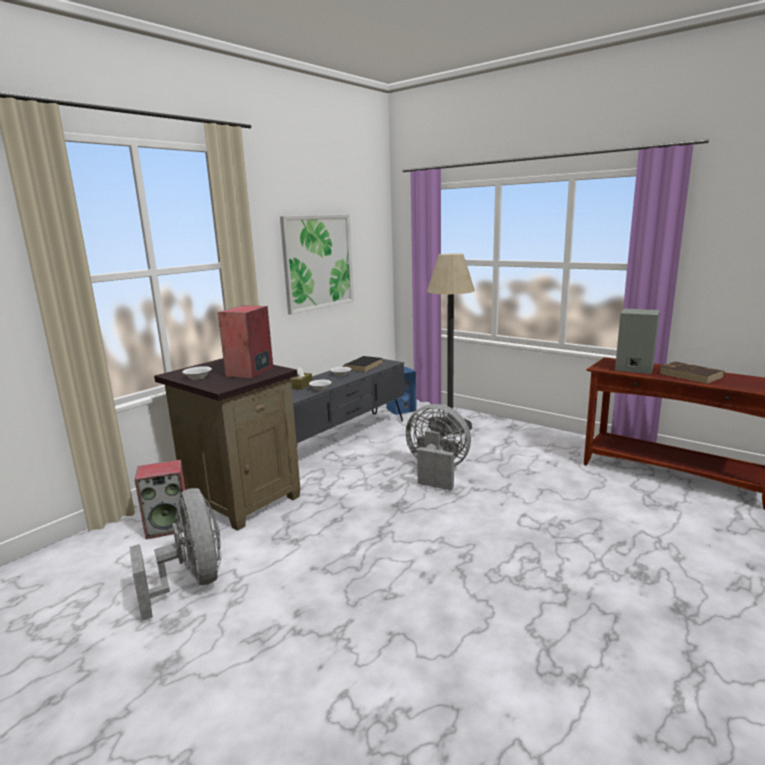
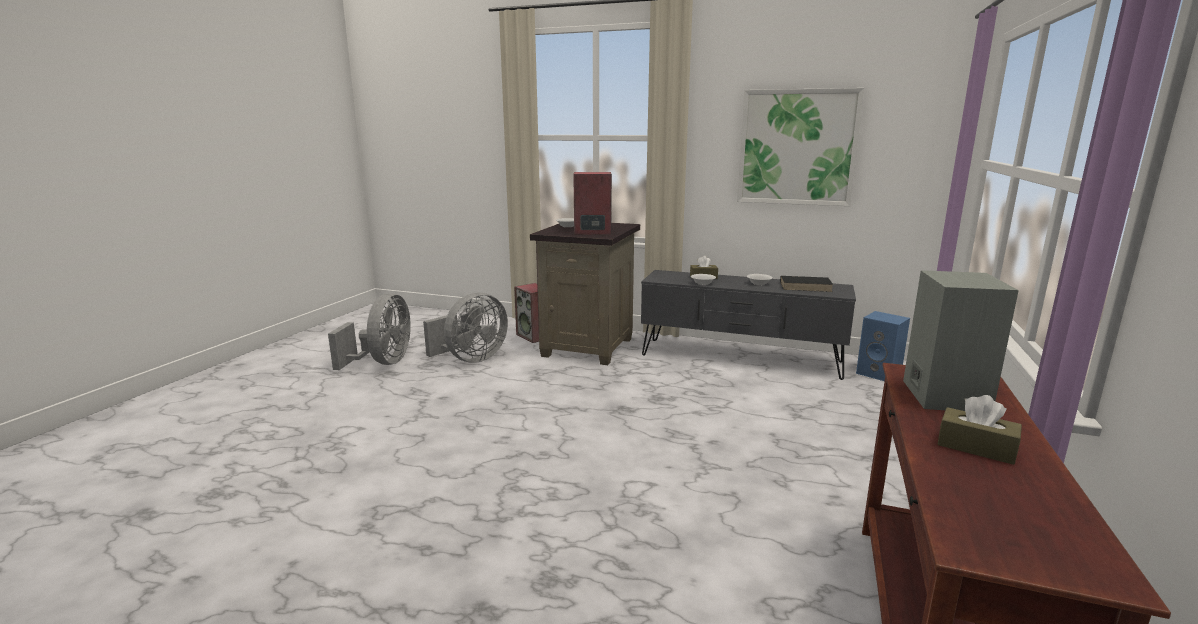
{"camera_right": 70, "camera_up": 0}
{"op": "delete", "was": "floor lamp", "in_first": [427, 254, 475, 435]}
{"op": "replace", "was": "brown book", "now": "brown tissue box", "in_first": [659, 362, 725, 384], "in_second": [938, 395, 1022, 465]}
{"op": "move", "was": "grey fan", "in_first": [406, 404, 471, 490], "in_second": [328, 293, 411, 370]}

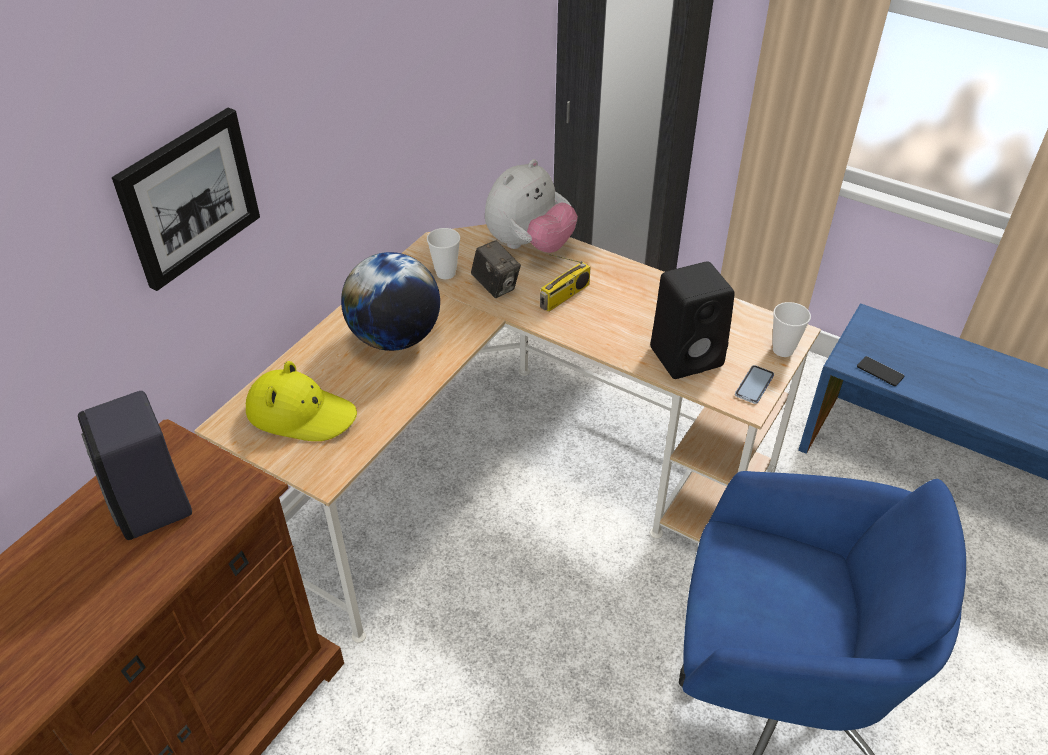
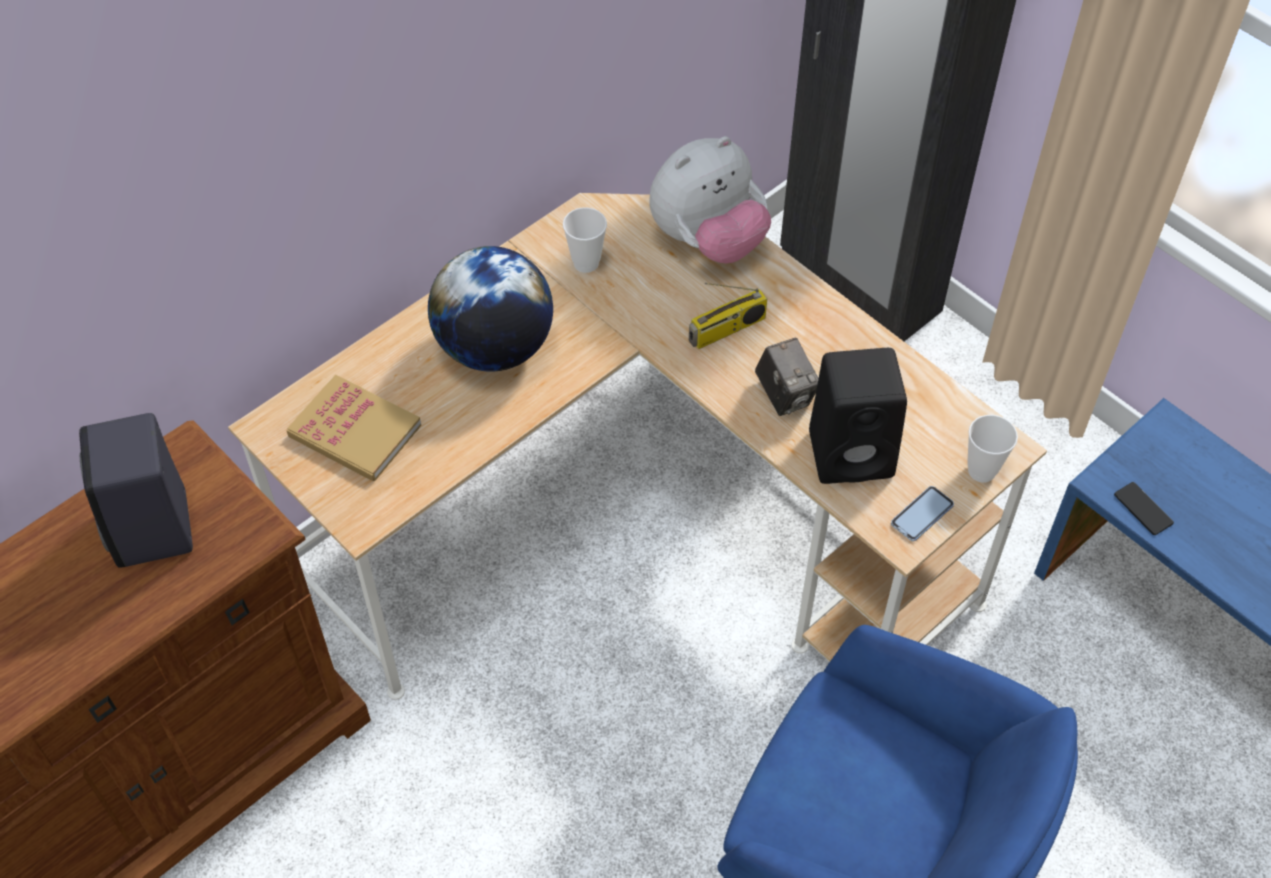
{"camera_right": 15, "camera_up": 10}
{"op": "delete", "was": "picture", "in_first": [112, 108, 260, 291]}
{"op": "move", "was": "photo camera", "in_first": [471, 240, 521, 298], "in_second": [755, 338, 819, 416]}
{"op": "replace", "was": "yellow hat", "now": "book", "in_first": [246, 361, 357, 441], "in_second": [286, 374, 421, 482]}

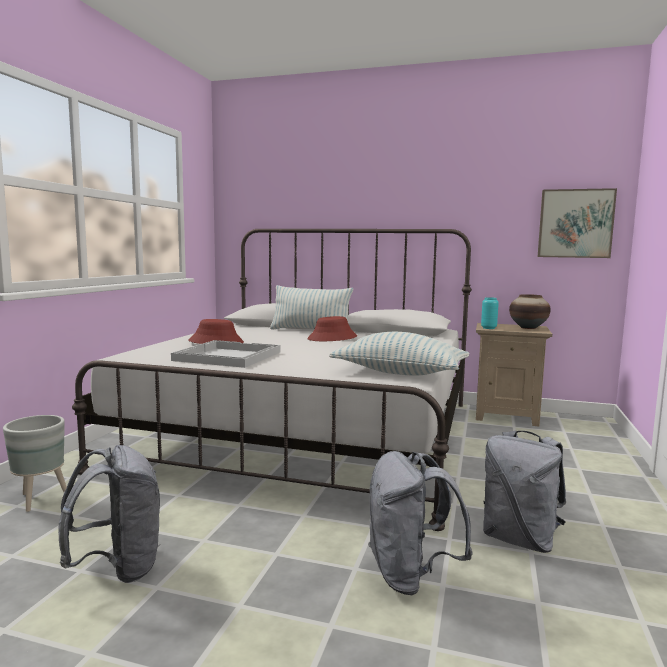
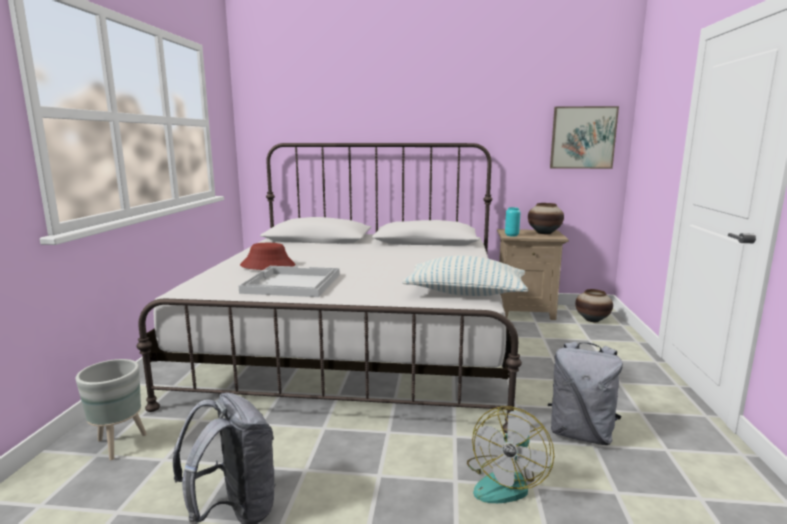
{"camera_right": -10, "camera_up": 5}
{"op": "delete", "was": "pillow", "in_first": [270, 285, 353, 329]}
{"op": "delete", "was": "red hat", "in_first": [308, 316, 357, 341]}
{"op": "replace", "was": "grey backpack", "now": "fan", "in_first": [368, 451, 473, 595], "in_second": [467, 406, 554, 503]}
{"op": "insert", "now": "vase", "in_second": [575, 289, 613, 322]}

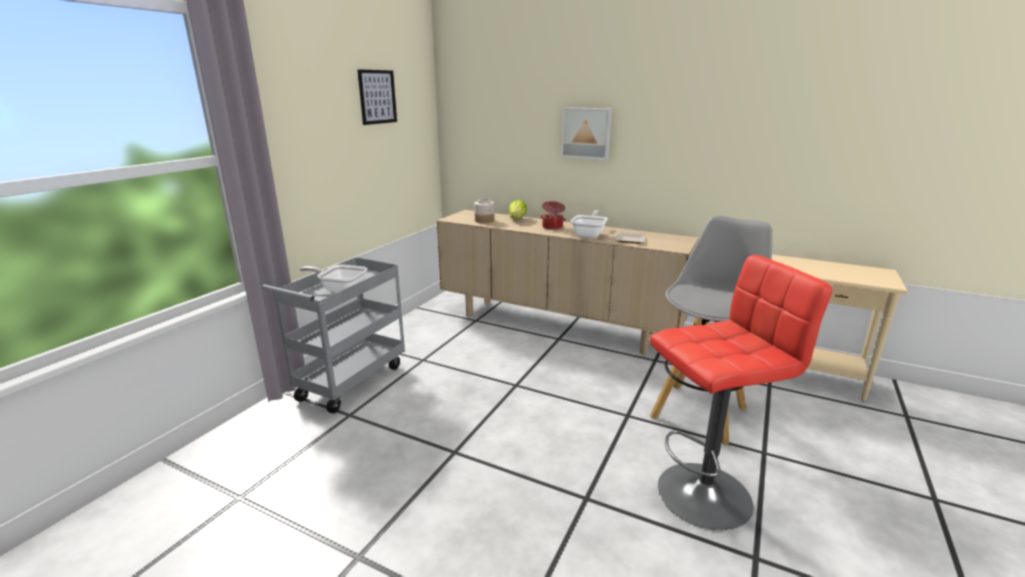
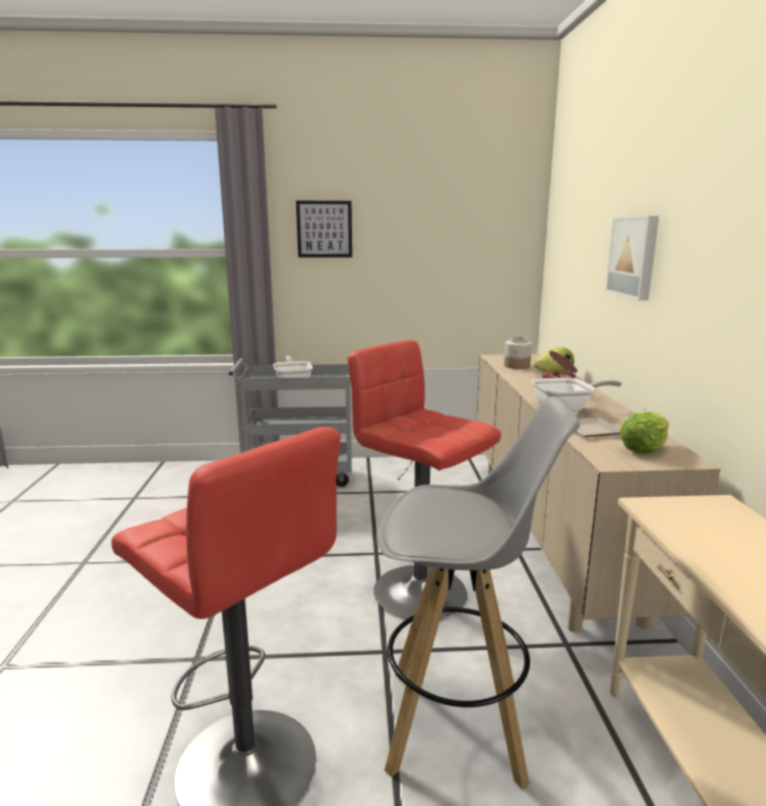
{"camera_right": 60, "camera_up": -5}
{"op": "move", "was": "picture", "in_first": [357, 69, 397, 125], "in_second": [296, 201, 352, 258]}
{"op": "insert", "now": "red stool", "in_second": [348, 340, 501, 619]}
{"op": "insert", "now": "lettuce", "in_second": [620, 412, 669, 454]}

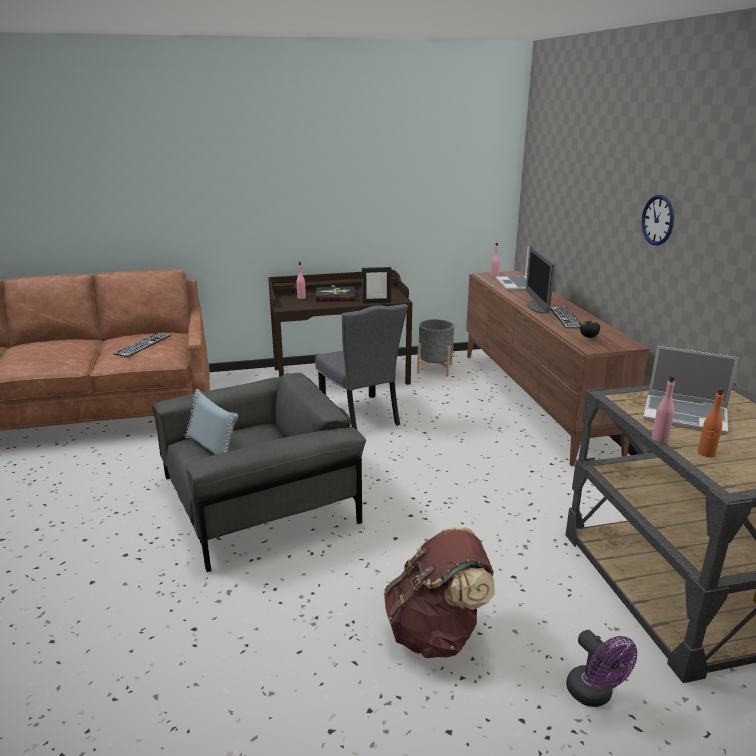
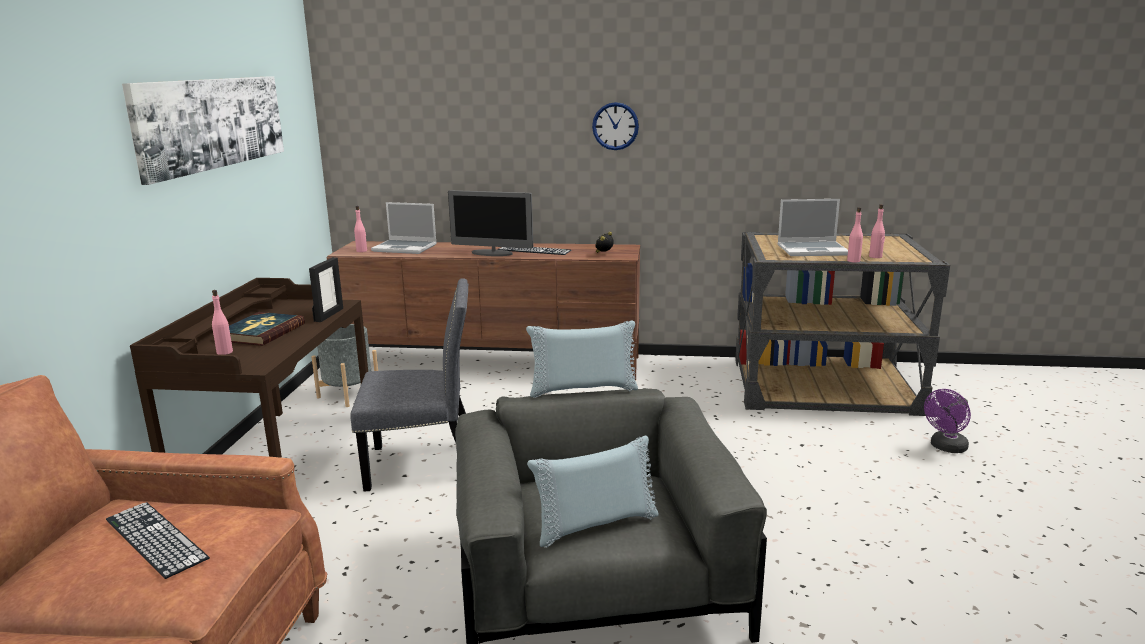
{"camera_right": -70, "camera_up": -5}
{"op": "rotate", "was": "laptop", "in_first": [643, 346, 739, 435], "in_second": [777, 199, 848, 256], "clockwise": 45}
{"op": "recolor", "was": "orange bottle", "now": "pink bottle", "in_first": [698, 388, 724, 457], "in_second": [869, 204, 885, 258]}
{"op": "delete", "was": "brown backpack", "in_first": [384, 527, 495, 658]}
{"op": "rotate", "was": "purple fan", "in_first": [566, 630, 637, 707], "in_second": [924, 389, 971, 453], "clockwise": 150}
{"op": "insert", "now": "picture", "in_second": [122, 76, 284, 185]}
{"op": "insert", "now": "blue pillow", "in_second": [526, 321, 638, 398]}

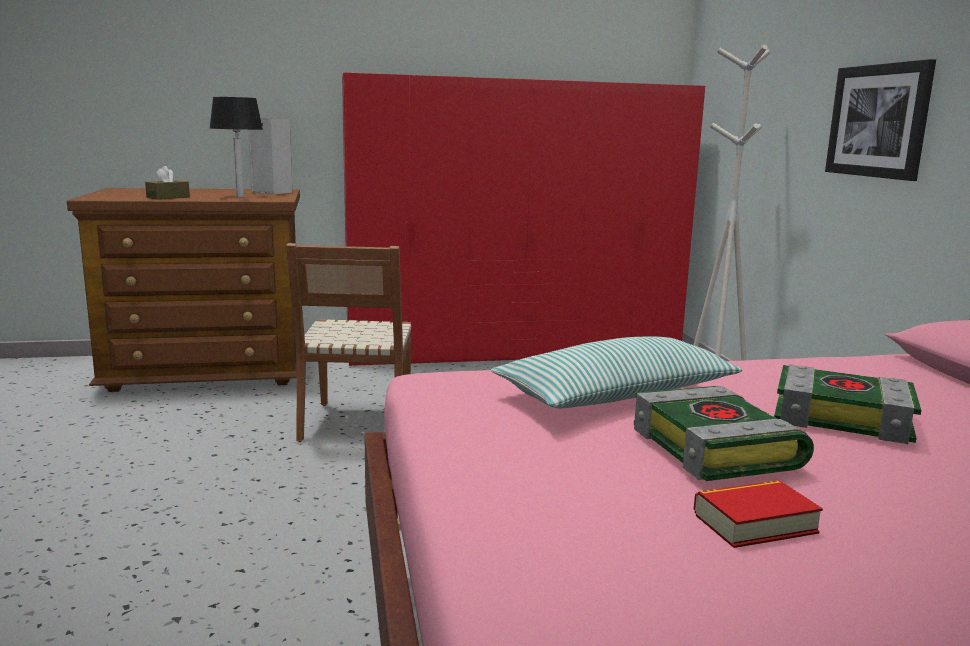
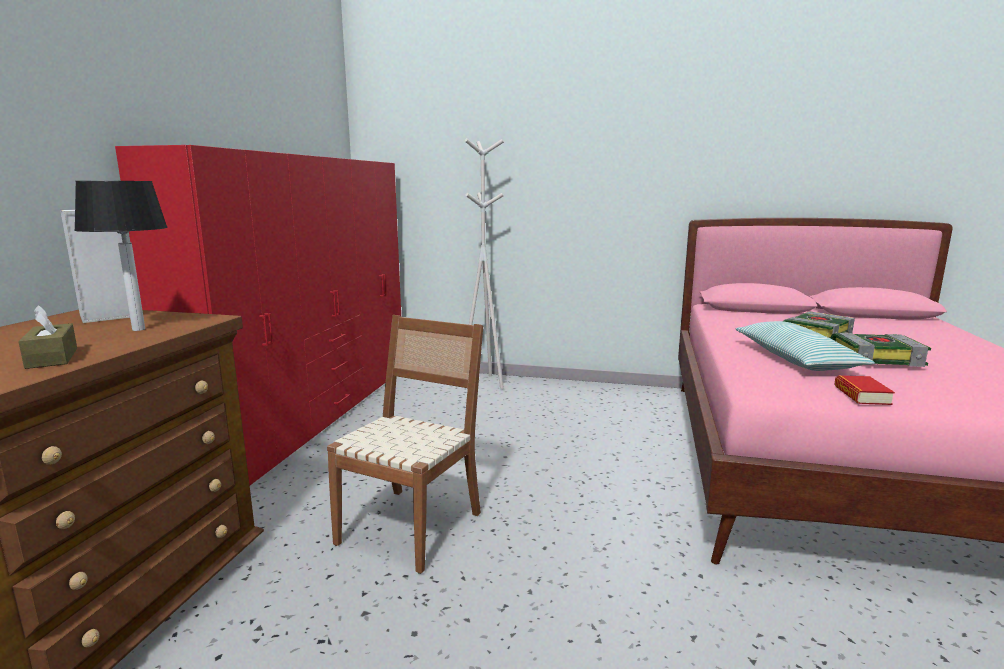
{"camera_right": -65, "camera_up": 0}
{"op": "delete", "was": "picture", "in_first": [825, 59, 936, 181]}
{"op": "rotate", "was": "chair", "in_first": [286, 243, 411, 442], "in_second": [327, 315, 483, 574], "clockwise": -90}
{"op": "move", "was": "book", "in_first": [694, 480, 823, 548], "in_second": [834, 375, 895, 405]}

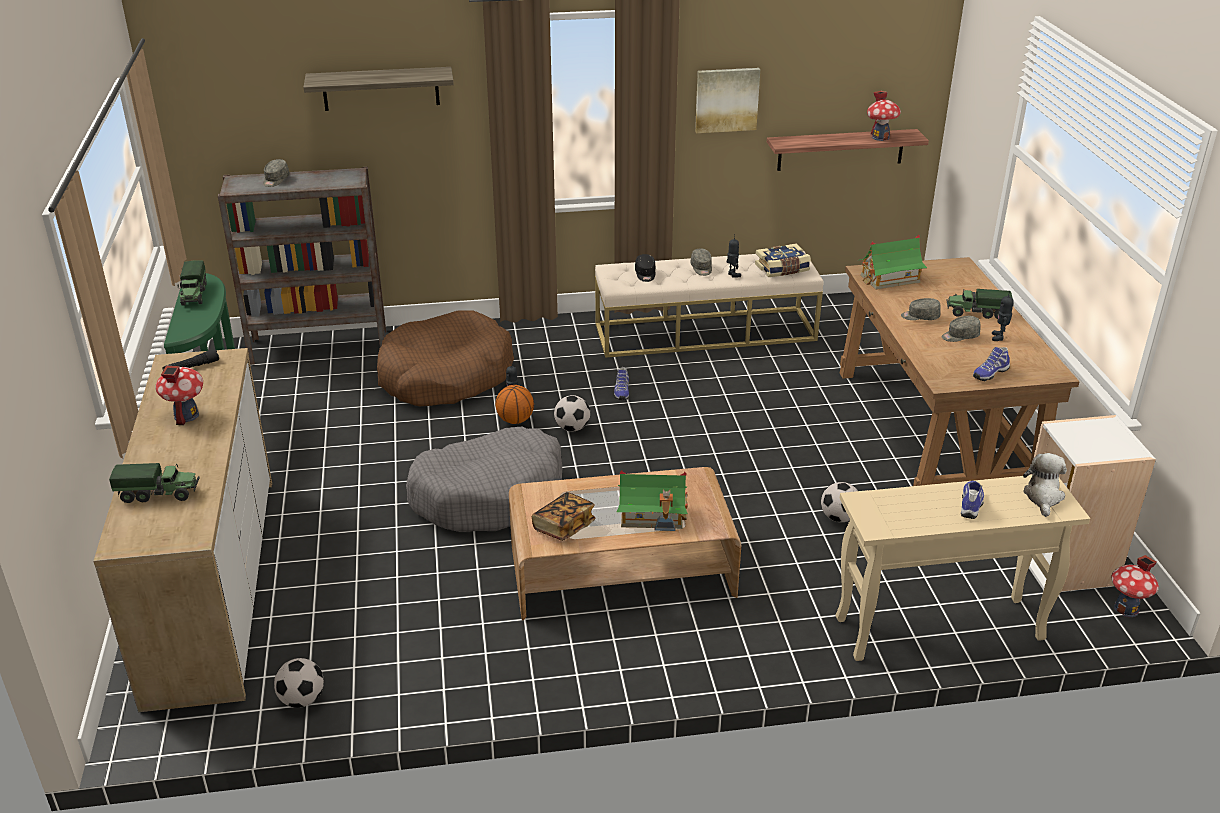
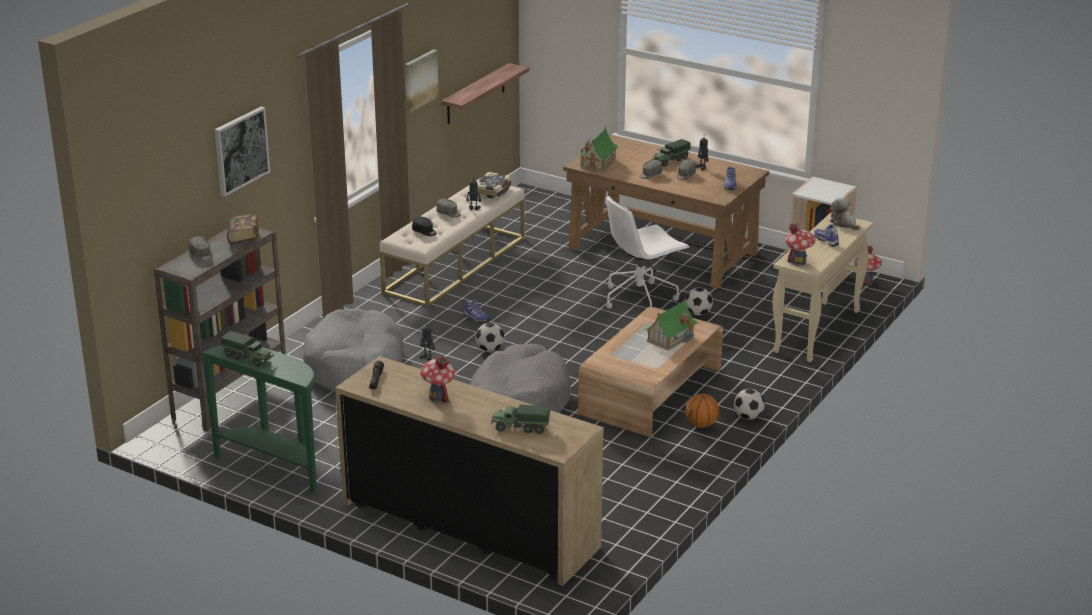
{"camera_right": -50, "camera_up": -5}
{"op": "replace", "was": "shelf", "now": "picture", "in_first": [303, 67, 454, 111], "in_second": [215, 106, 270, 197]}
{"op": "move", "was": "toy house", "in_first": [867, 91, 901, 141], "in_second": [786, 223, 815, 266]}
{"op": "recolor", "was": "brown dog bed", "now": "grey dog bed", "in_first": [377, 310, 514, 406], "in_second": [303, 309, 403, 391]}
{"op": "move", "was": "basketball", "in_first": [495, 385, 534, 424], "in_second": [686, 394, 719, 428]}
{"op": "rotate", "was": "toy truck", "in_first": [109, 463, 199, 503], "in_second": [491, 405, 550, 434], "clockwise": -120}
{"op": "move", "was": "book", "in_first": [532, 492, 596, 541], "in_second": [227, 214, 259, 244]}
{"op": "move", "was": "football", "in_first": [274, 658, 324, 708], "in_second": [734, 389, 765, 420]}
{"op": "insert", "now": "white office chair", "in_second": [606, 196, 690, 309]}

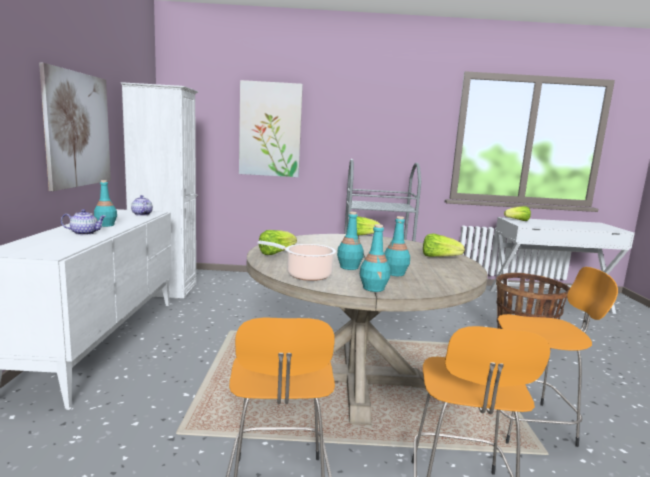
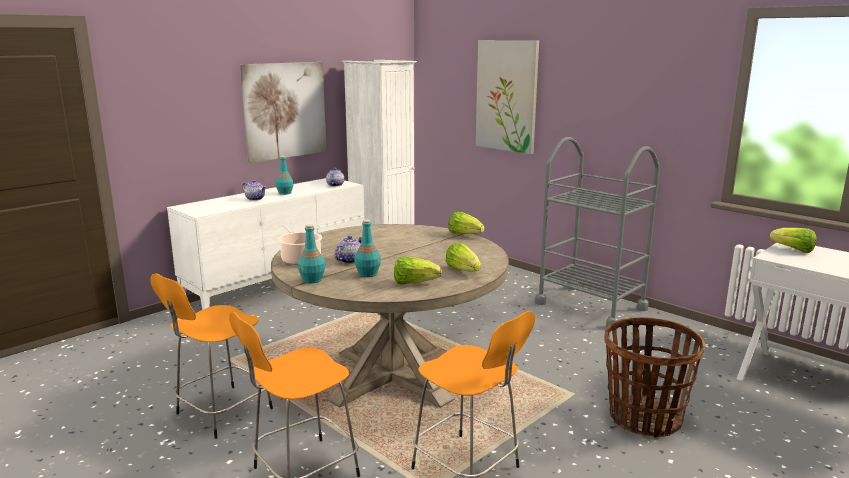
{"camera_right": 45, "camera_up": 5}
{"op": "replace", "was": "turquoise bottle", "now": "teapot", "in_first": [337, 212, 364, 270], "in_second": [335, 236, 362, 264]}
{"op": "move", "was": "lettuce", "in_first": [259, 230, 297, 255], "in_second": [394, 256, 442, 285]}

